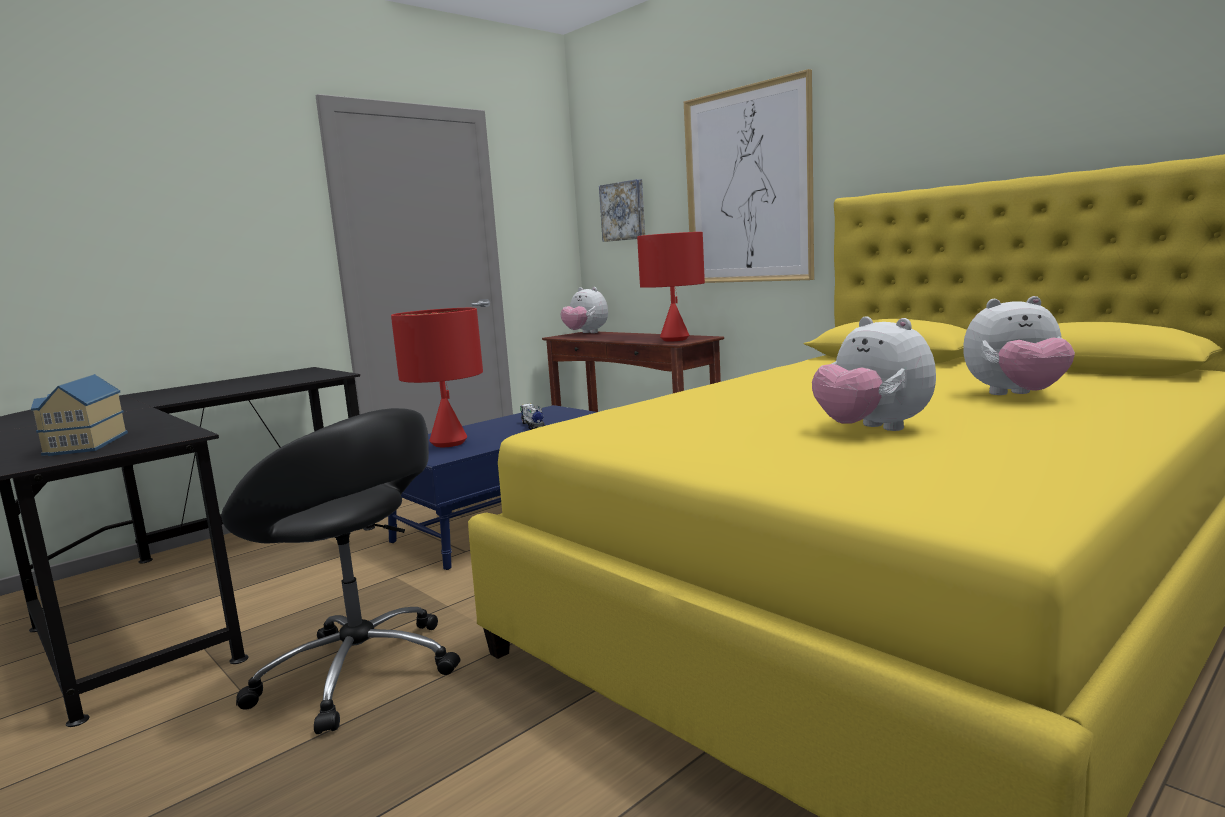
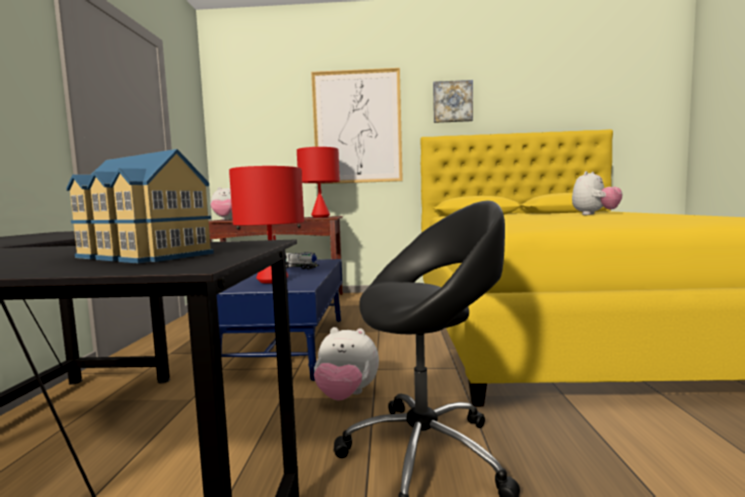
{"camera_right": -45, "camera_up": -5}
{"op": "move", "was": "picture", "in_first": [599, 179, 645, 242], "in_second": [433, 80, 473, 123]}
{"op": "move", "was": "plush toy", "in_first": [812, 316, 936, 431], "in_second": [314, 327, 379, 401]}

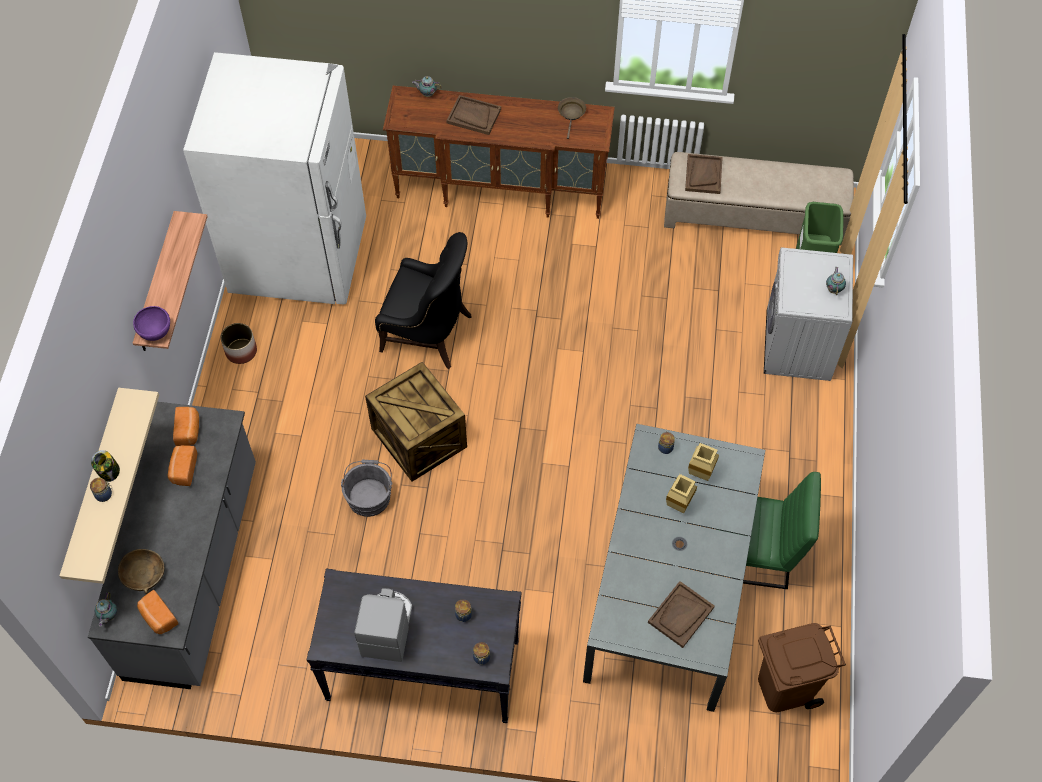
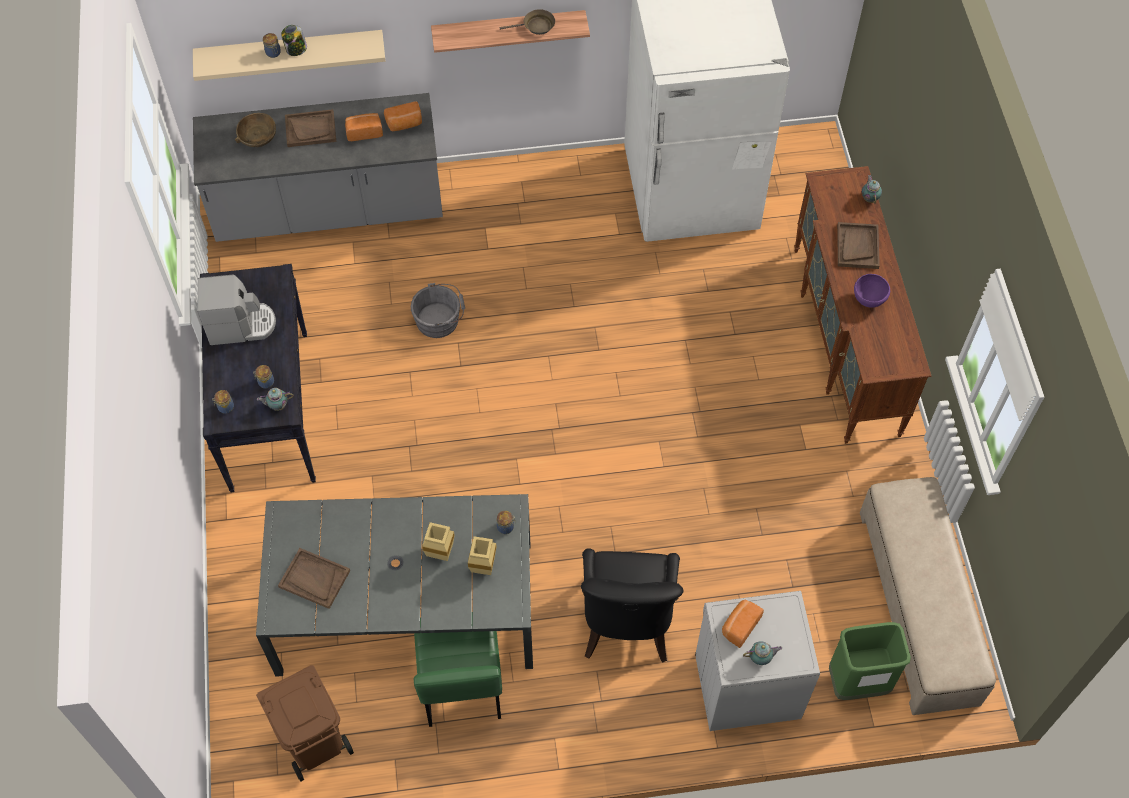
{"camera_right": 75, "camera_up": 0}
{"op": "move", "was": "brown frying pan", "in_first": [558, 97, 586, 139], "in_second": [500, 9, 555, 35]}
{"op": "move", "was": "brown tray", "in_first": [685, 154, 723, 194], "in_second": [285, 109, 336, 147]}
{"op": "move", "was": "black chair", "in_first": [375, 232, 472, 369], "in_second": [581, 548, 684, 663]}
{"op": "move", "was": "purple bowl", "in_first": [133, 306, 170, 341], "in_second": [854, 274, 890, 308]}
{"op": "delete", "was": "planter", "in_first": [221, 323, 257, 364]}
{"op": "delete", "was": "crate", "in_first": [365, 362, 467, 482]}
{"op": "move", "was": "bread", "in_first": [137, 590, 178, 634], "in_second": [722, 599, 764, 648]}
{"op": "move", "was": "teapot", "in_first": [95, 592, 118, 627], "in_second": [257, 388, 294, 411]}

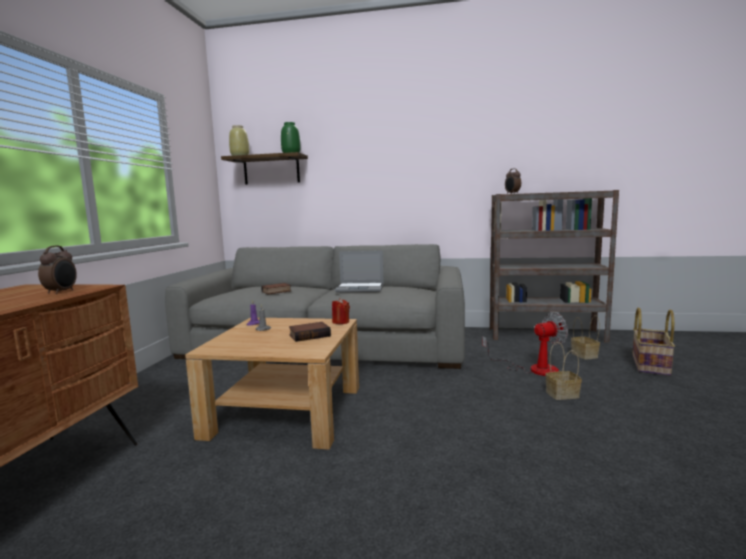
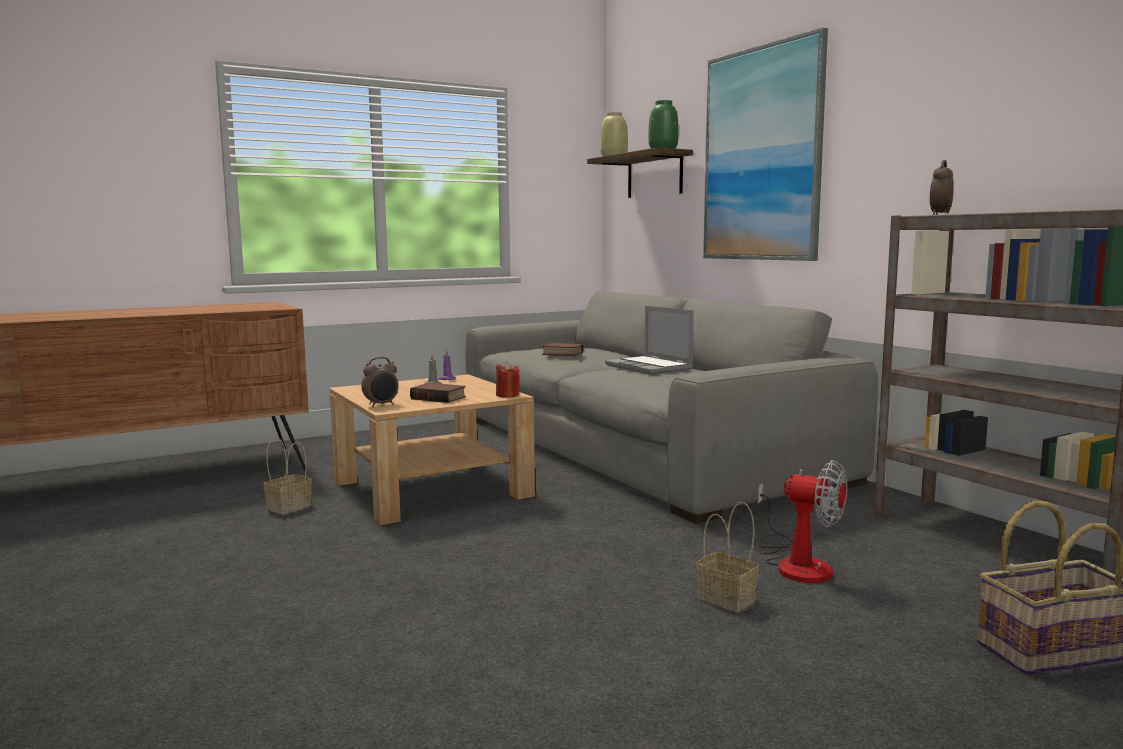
{"camera_right": 50, "camera_up": 0}
{"op": "move", "was": "alarm clock", "in_first": [38, 246, 77, 294], "in_second": [361, 357, 399, 407]}
{"op": "move", "was": "basket", "in_first": [571, 315, 600, 360], "in_second": [263, 437, 312, 514]}
{"op": "insert", "now": "picture", "in_second": [703, 28, 828, 261]}

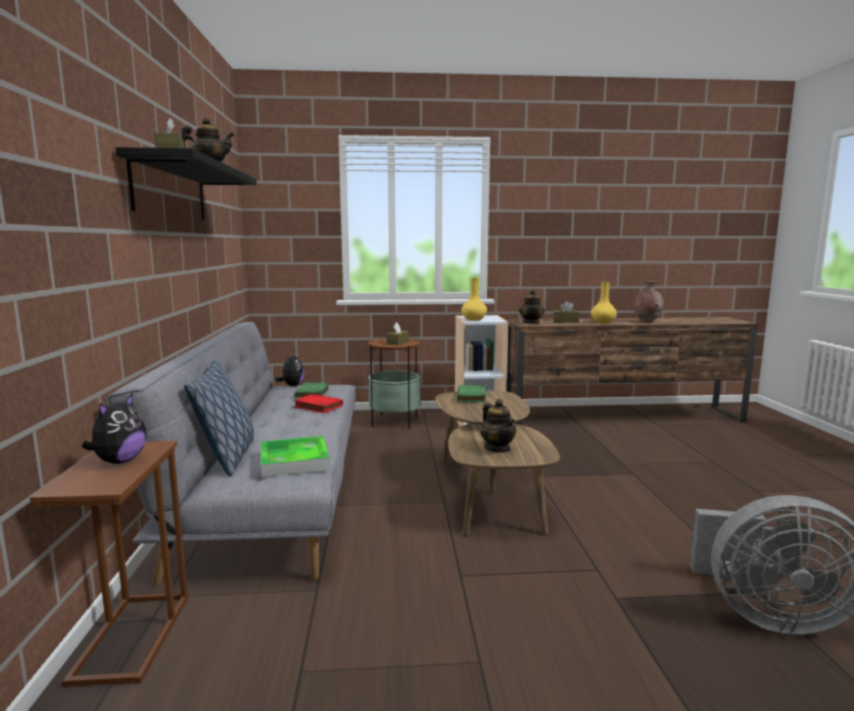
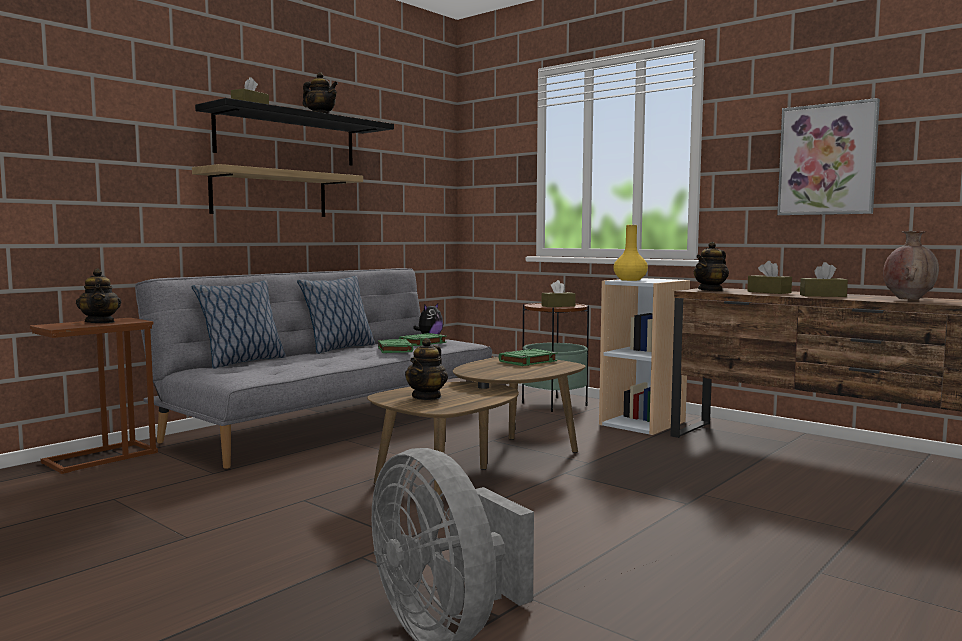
{"camera_right": 45, "camera_up": -5}
{"op": "replace", "was": "yellow vase", "now": "brown tissue box", "in_first": [591, 282, 617, 323], "in_second": [800, 262, 848, 297]}
{"op": "replace", "was": "plush toy", "now": "teapot", "in_first": [82, 393, 147, 464], "in_second": [76, 269, 121, 323]}
{"op": "recolor", "was": "red book", "now": "green book", "in_first": [294, 394, 343, 413], "in_second": [378, 339, 413, 353]}
{"op": "delete", "was": "tray", "in_first": [261, 436, 330, 477]}
{"op": "insert", "now": "picture", "in_second": [777, 98, 880, 215]}
{"op": "insert", "now": "shelf", "in_second": [192, 164, 363, 217]}
{"op": "insert", "now": "pillow", "in_second": [297, 276, 375, 354]}

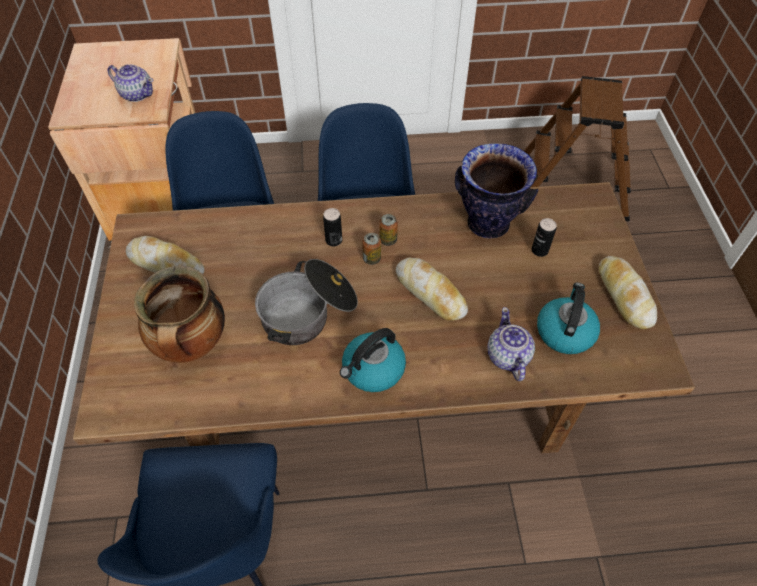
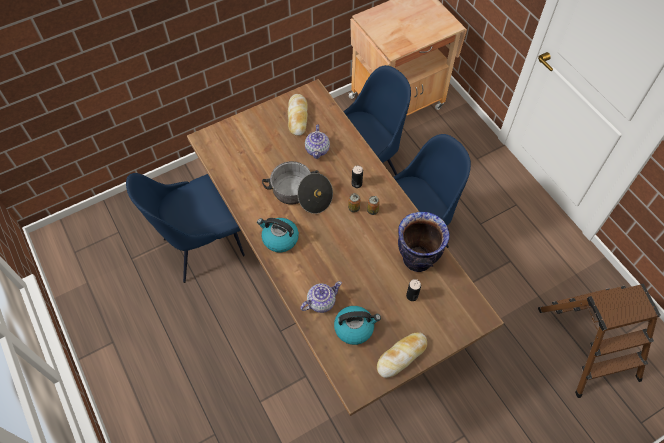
{"camera_right": 65, "camera_up": 5}
{"op": "move", "was": "teapot", "in_first": [108, 65, 154, 102], "in_second": [305, 124, 330, 159]}
{"op": "delete", "was": "bread", "in_first": [396, 258, 468, 321]}
{"op": "delete", "was": "cooking pot", "in_first": [134, 266, 225, 363]}

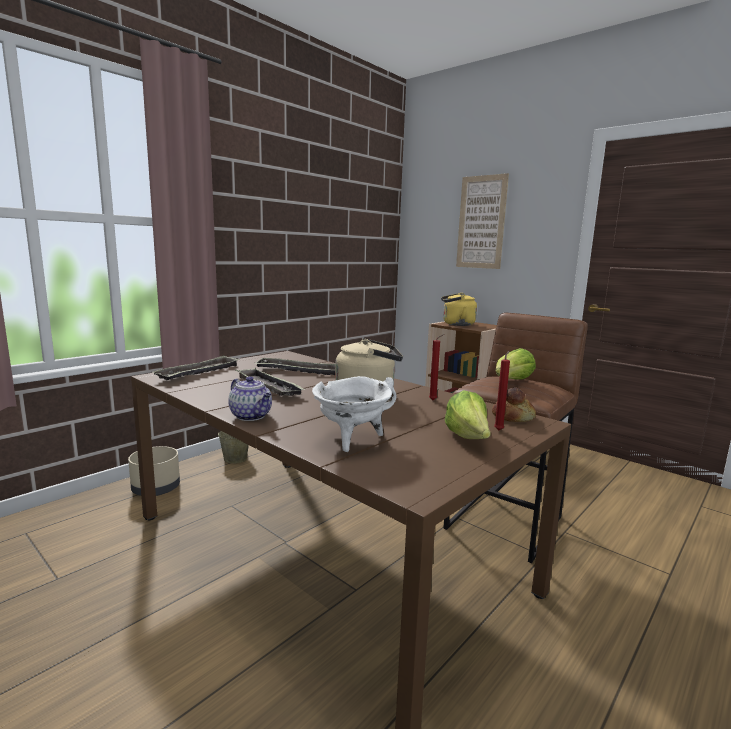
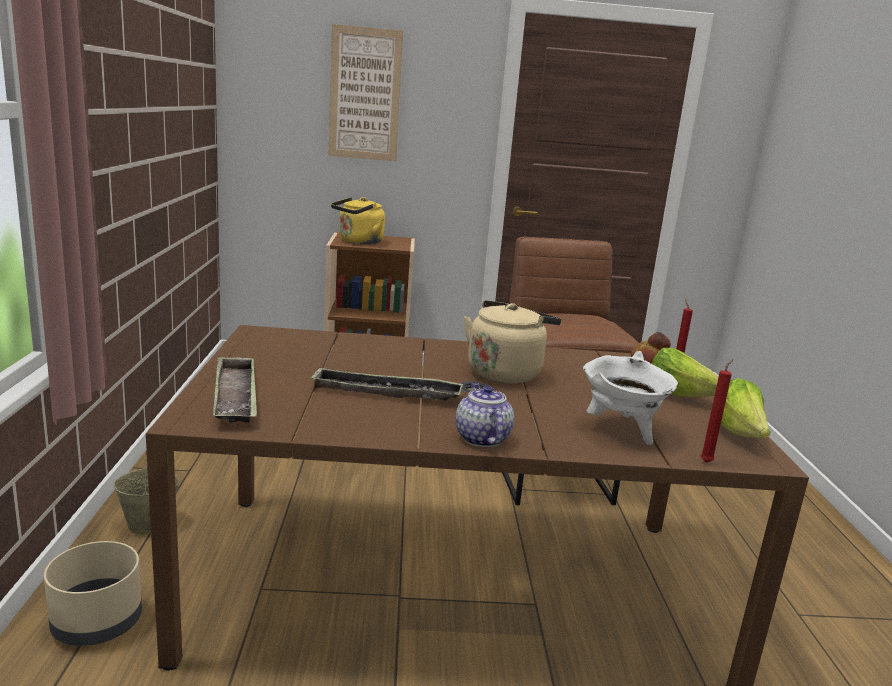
{"camera_right": -45, "camera_up": 5}
{"op": "move", "was": "red candle", "in_first": [429, 334, 444, 400], "in_second": [701, 359, 733, 463]}
{"op": "move", "was": "lettuce", "in_first": [496, 348, 536, 380], "in_second": [711, 378, 770, 438]}
{"op": "delete", "was": "tray", "in_first": [254, 357, 335, 375]}
{"op": "rotate", "was": "teapot", "in_first": [228, 376, 272, 421], "in_second": [455, 383, 514, 447], "clockwise": -105}

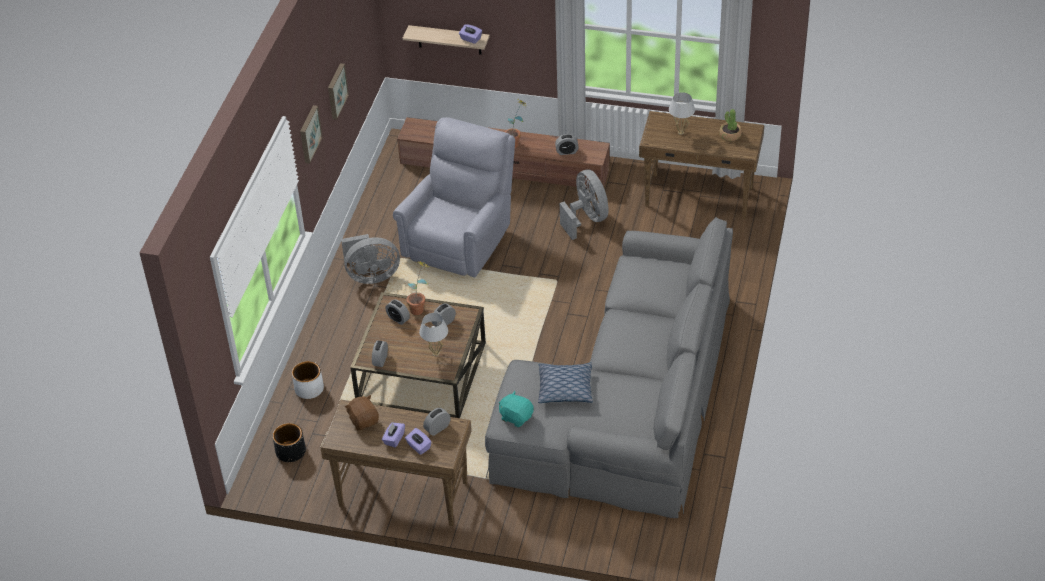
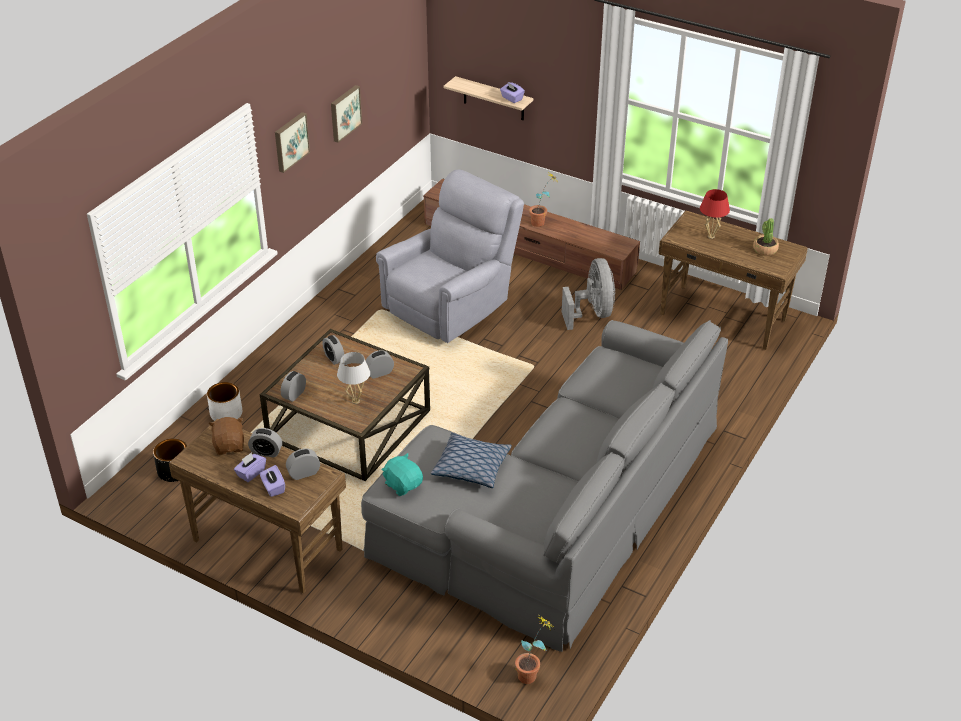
{"camera_right": 15, "camera_up": -5}
{"op": "recolor", "was": "white table lamp", "now": "red table lamp", "in_first": [669, 92, 695, 135], "in_second": [700, 189, 730, 239]}
{"op": "move", "was": "alarm clock", "in_first": [555, 134, 579, 155], "in_second": [248, 428, 282, 458]}
{"op": "delete", "was": "grey fan", "in_first": [341, 234, 400, 284]}
{"op": "move", "was": "potted plant", "in_first": [407, 261, 429, 315], "in_second": [515, 616, 555, 684]}

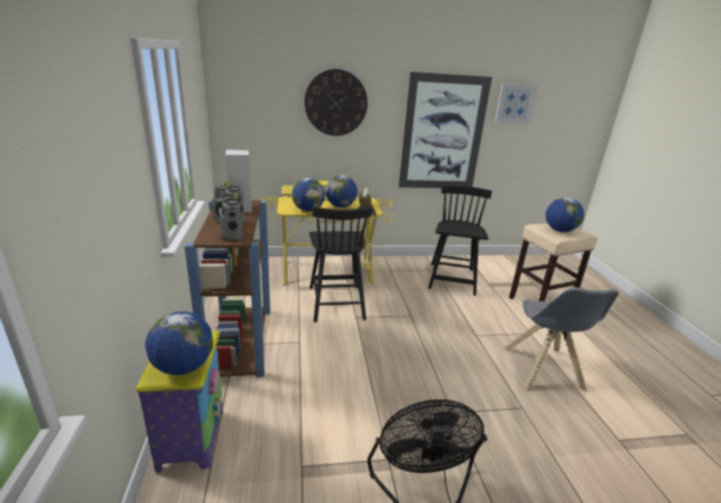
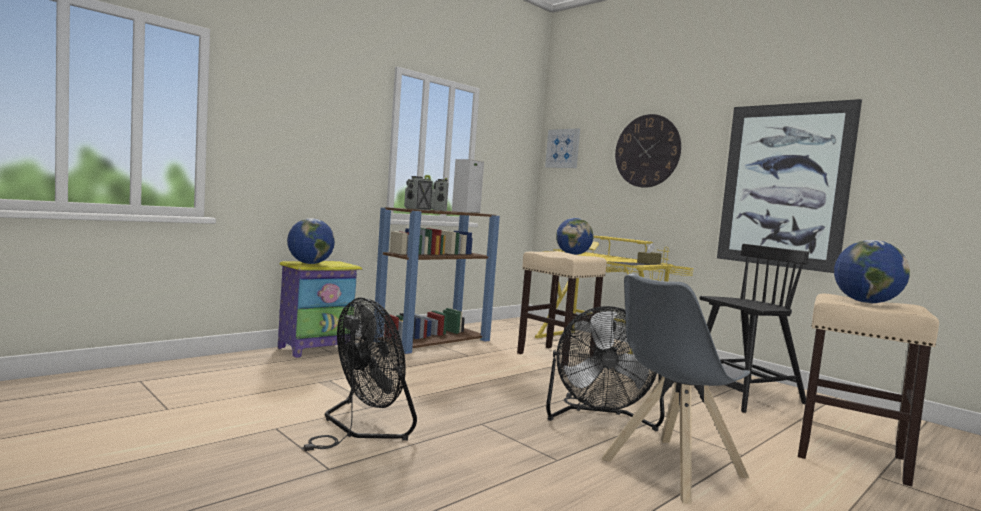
{"camera_right": 55, "camera_up": -20}
{"op": "move", "was": "picture", "in_first": [495, 84, 537, 123], "in_second": [545, 128, 580, 168]}
{"op": "delete", "was": "globe", "in_first": [326, 175, 357, 208]}
{"op": "replace", "was": "black chair", "now": "beige stool", "in_first": [309, 206, 372, 322], "in_second": [517, 251, 607, 368]}
{"op": "insert", "now": "black fan", "in_second": [546, 306, 665, 431]}

